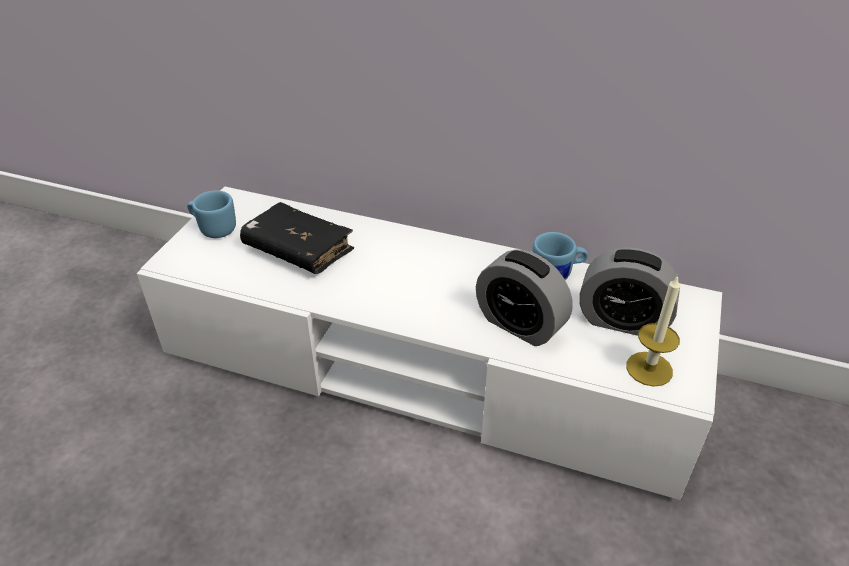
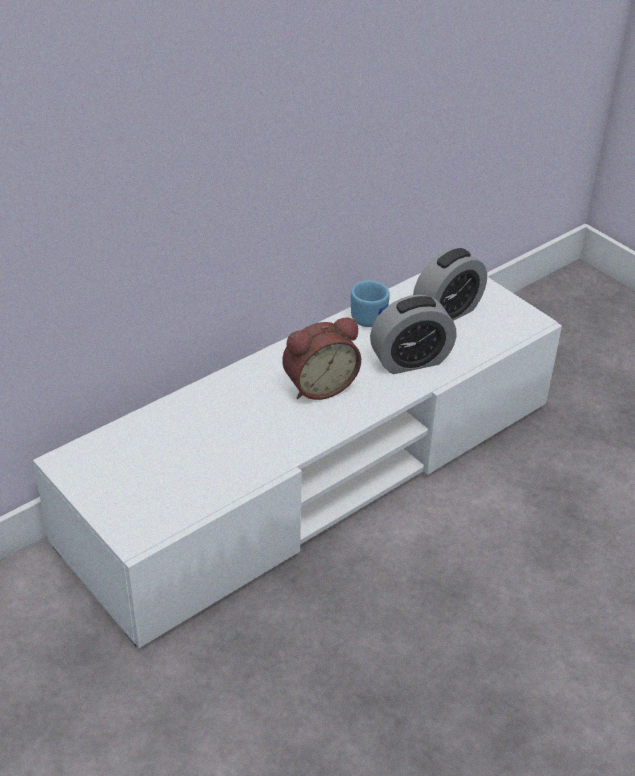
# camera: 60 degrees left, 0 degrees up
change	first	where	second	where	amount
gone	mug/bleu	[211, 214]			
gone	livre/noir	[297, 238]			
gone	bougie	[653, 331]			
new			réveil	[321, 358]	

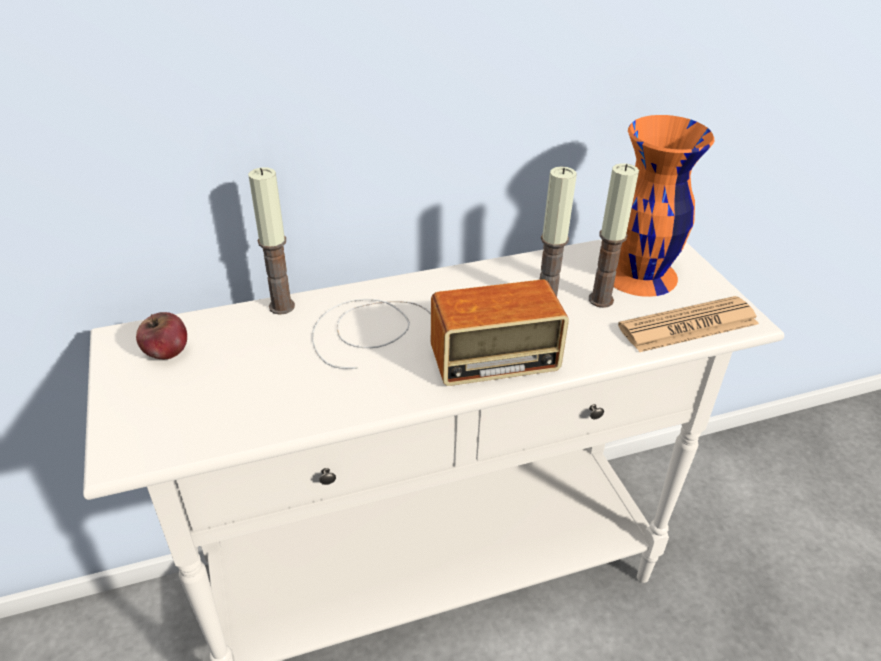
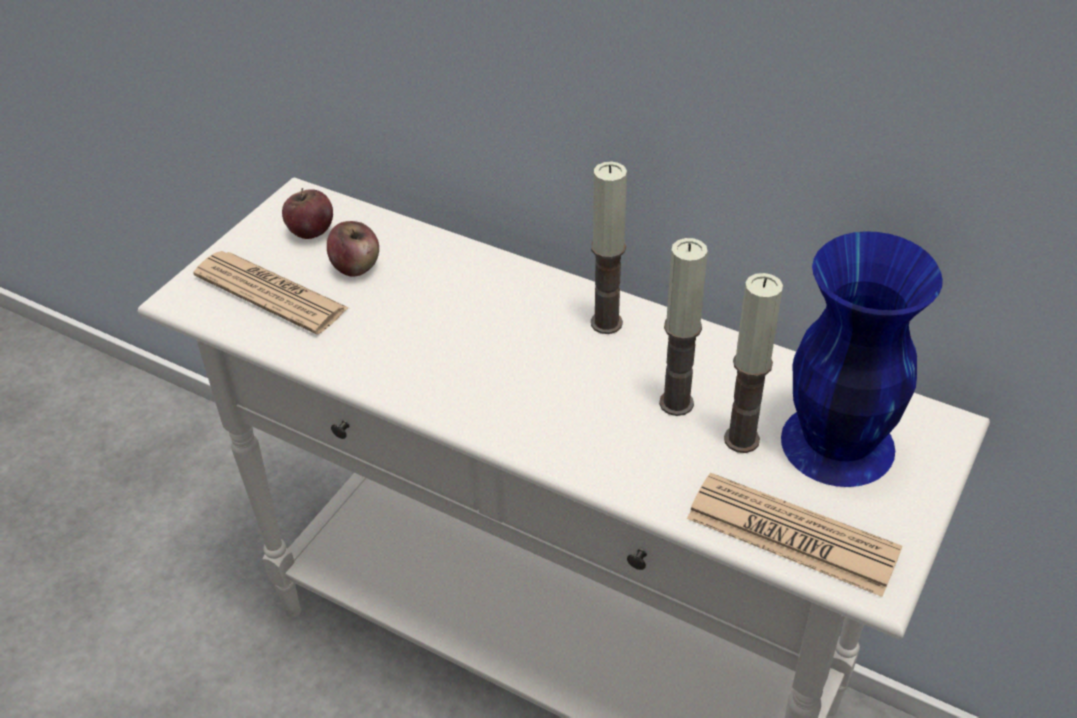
# camera: 50 degrees right, 5 degrees up
change	first	where	second	where	amount
repainted	vase/orange	[664, 206]	vase/bleu	[862, 359]	
shifted	bougie	[271, 241]		[609, 247]	
gone	radio	[440, 332]			
new			pomme	[353, 249]	
new			journal	[271, 292]	

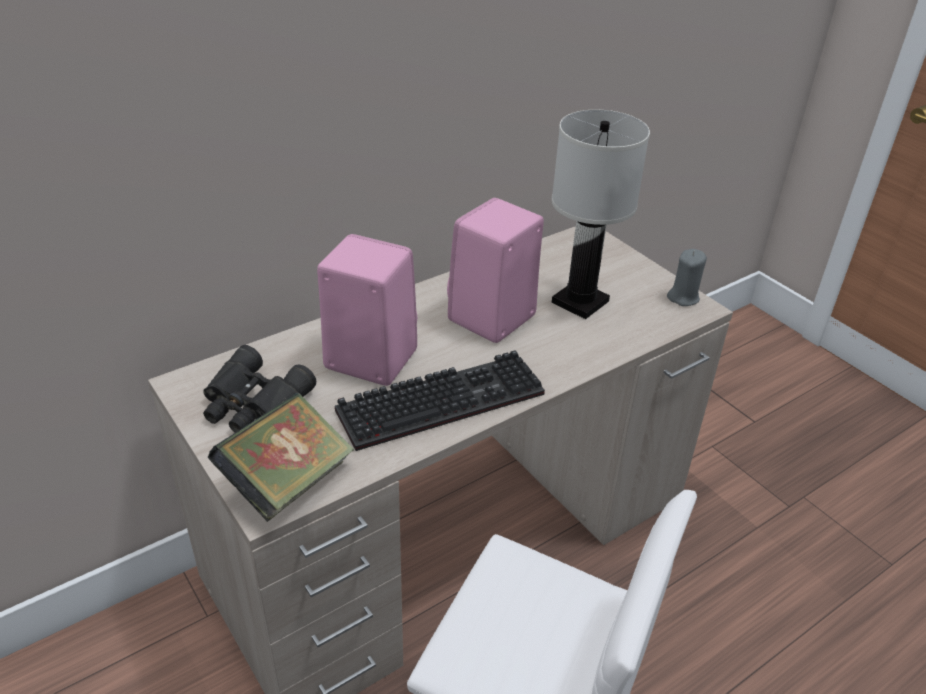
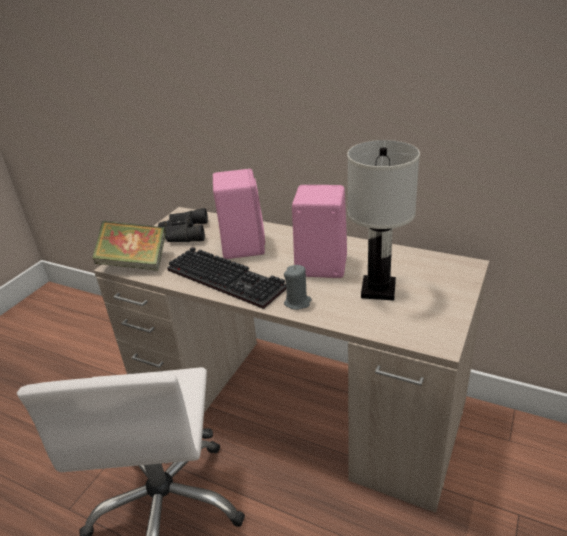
# camera: 65 degrees right, 5 degrees down
change	first	where	second	where	amount
shifted	bougie/gris	[687, 277]		[298, 287]	

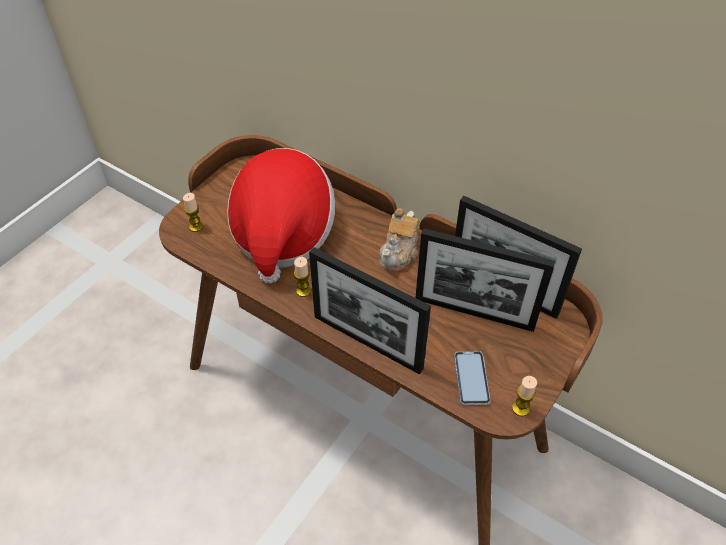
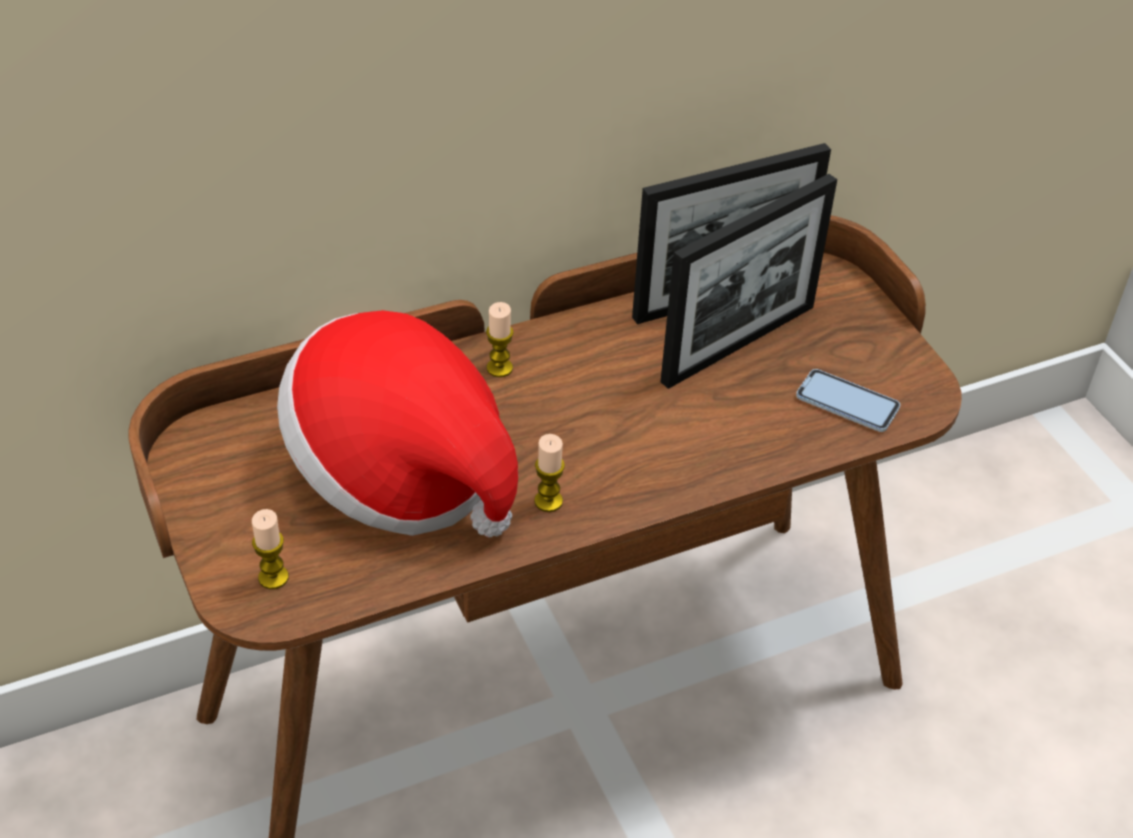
# camera: 60 degrees left, 5 degrees down
change	first	where	second	where	amount
gone	théière	[399, 240]			
gone	cadre photo	[370, 311]			
shifted	bougie	[524, 396]		[500, 339]	

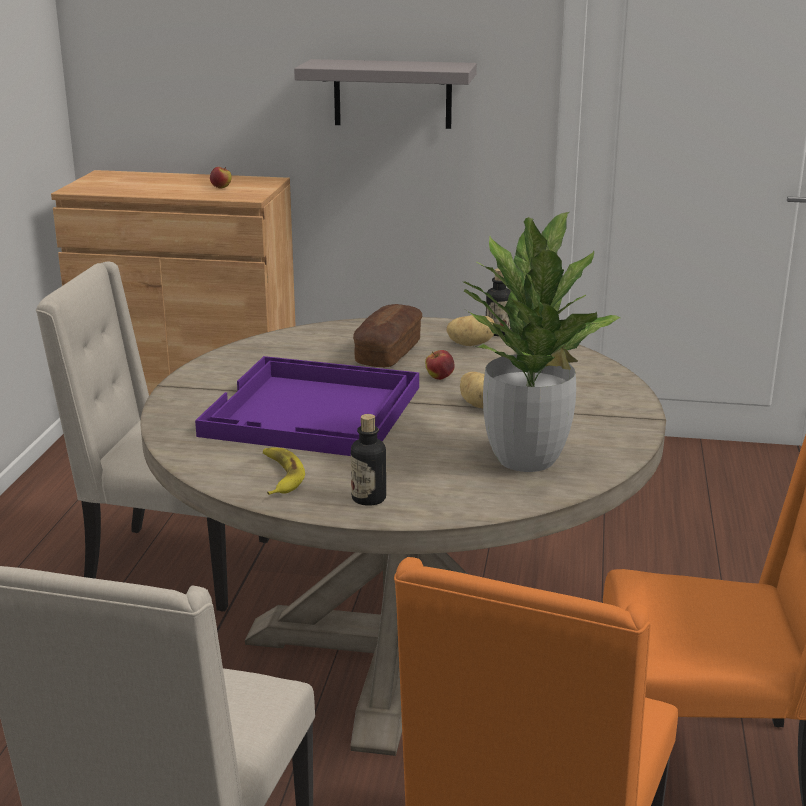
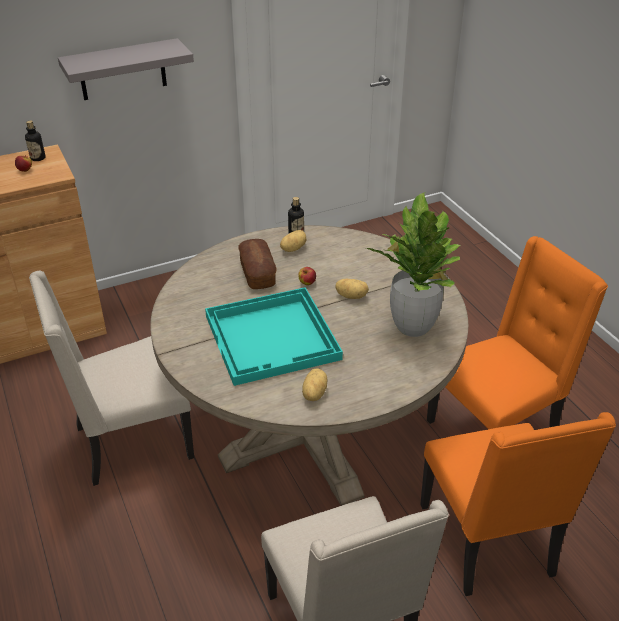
# camera: 35 degrees left, 15 degrees up
change	first	where	second	where	amount
repainted	plateau/violet	[307, 406]	plateau/turquoise	[274, 336]	
shifted	bouteille	[368, 460]		[35, 141]	
swapped	banane	[284, 471]	pomme de terre	[314, 384]	

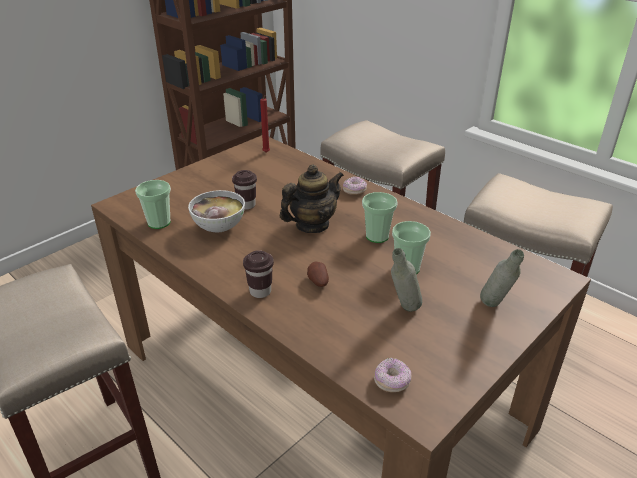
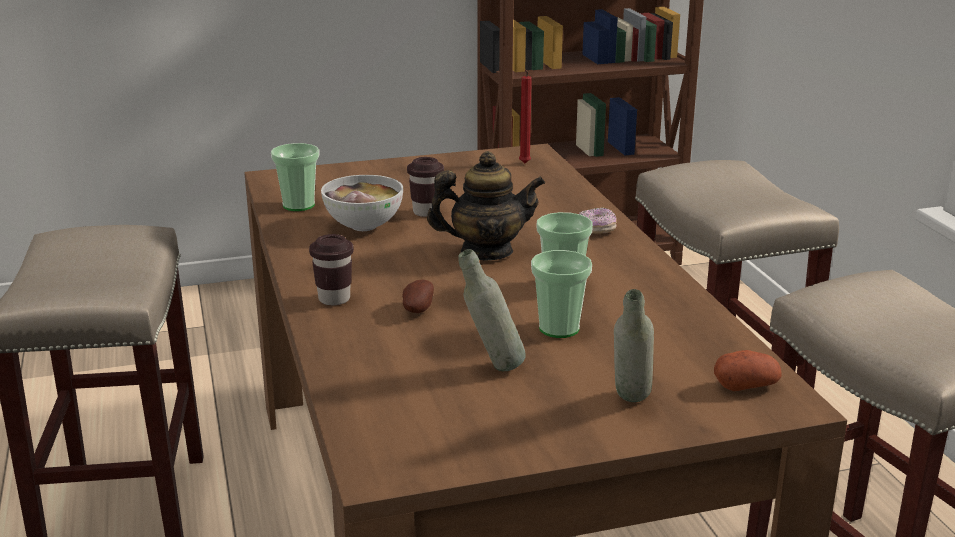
# camera: 30 degrees right, 10 degrees down
change	first	where	second	where	amount
gone	beignet	[392, 375]			
new			pomme de terre	[748, 370]	

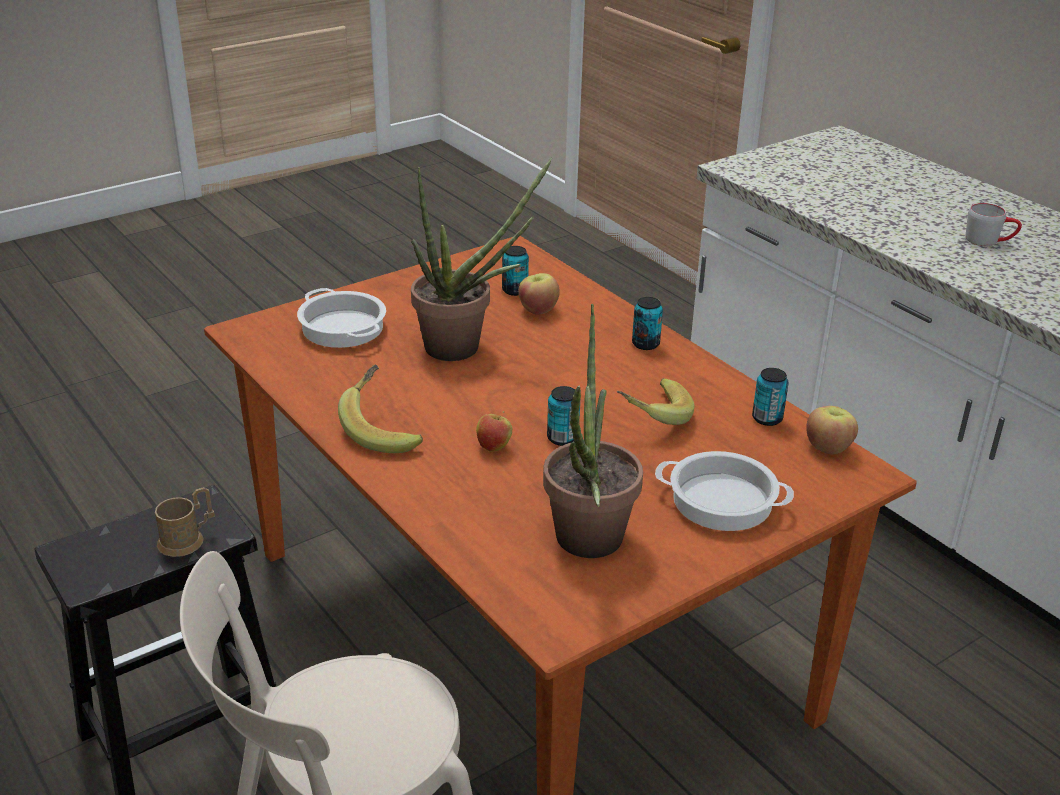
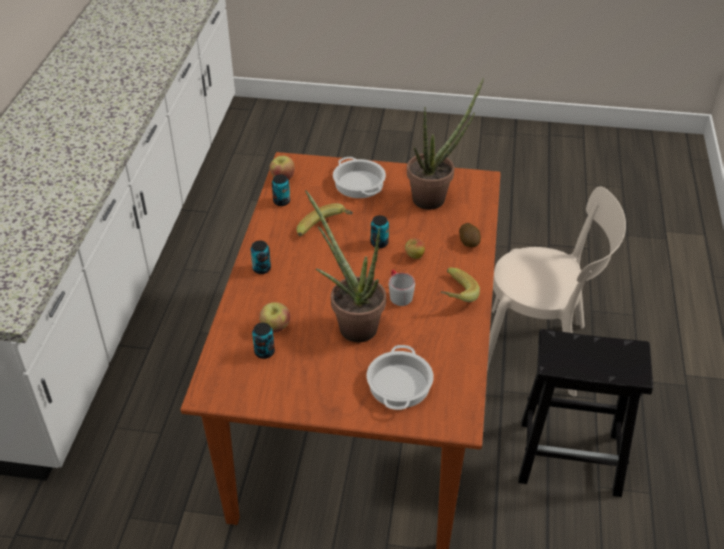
# camera: 135 degrees left, 10 degrees up
change	first	where	second	where	amount
shifted	mug/gris	[994, 224]		[402, 288]	
gone	mug/marron	[185, 522]			
new			pomme de terre	[470, 235]	

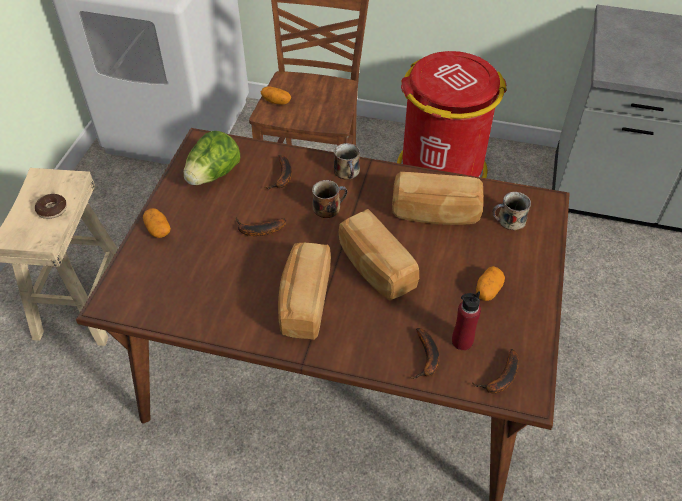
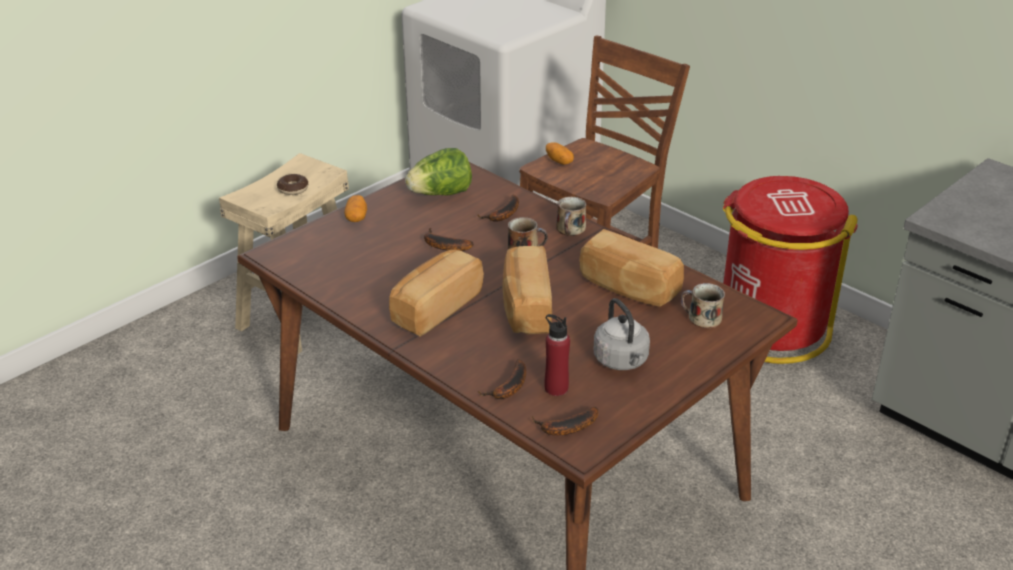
# camera: 30 degrees right, 15 degrees down
change	first	where	second	where	amount
swapped	pomme de terre	[490, 283]	bouilloire/gris	[622, 334]	

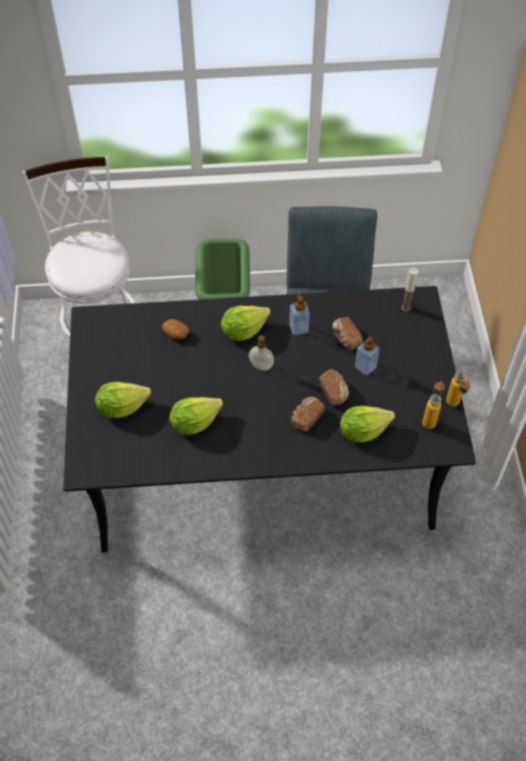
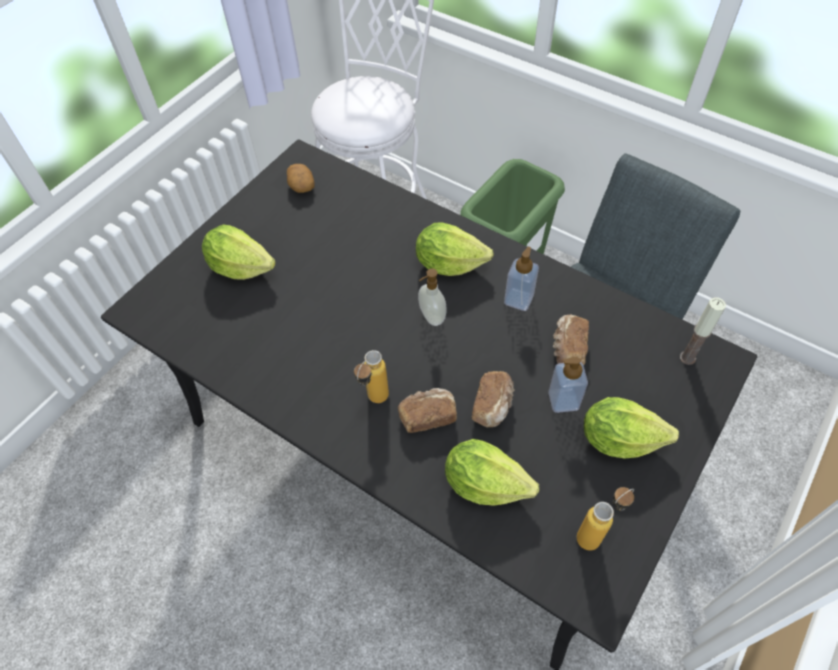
# camera: 40 degrees right, 0 degrees up
change	first	where	second	where	amount
shifted	pomme de terre	[175, 329]		[301, 178]	
shifted	bouteille	[458, 389]		[371, 376]	
shifted	laitue	[196, 416]		[631, 428]	

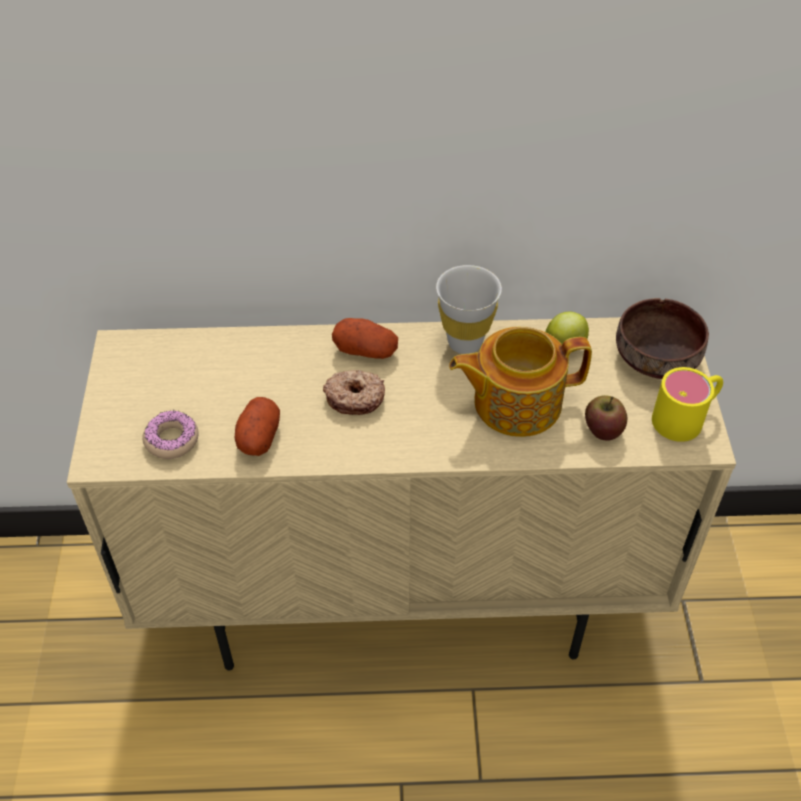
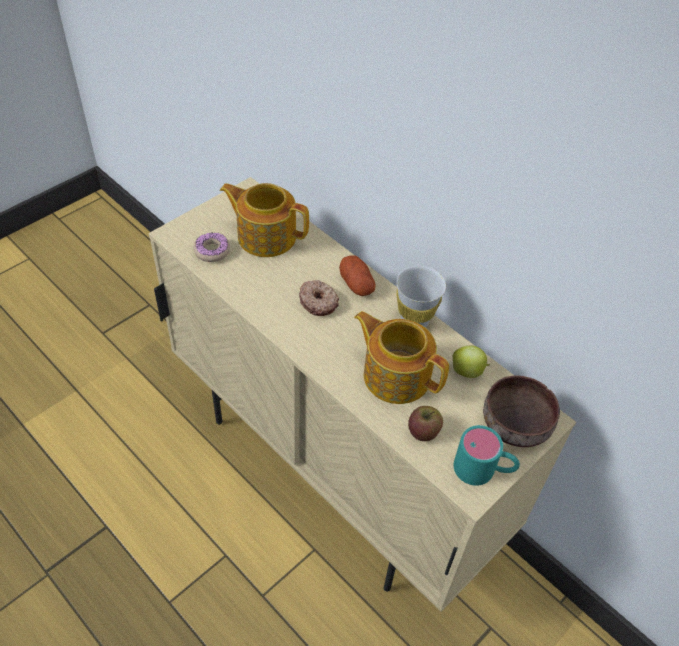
# camera: 45 degrees right, 0 degrees up
change	first	where	second	where	amount
repainted	mug/jaune	[687, 404]	mug/turquoise	[487, 455]	
gone	pomme de terre	[257, 426]			
new			théière	[264, 220]	

